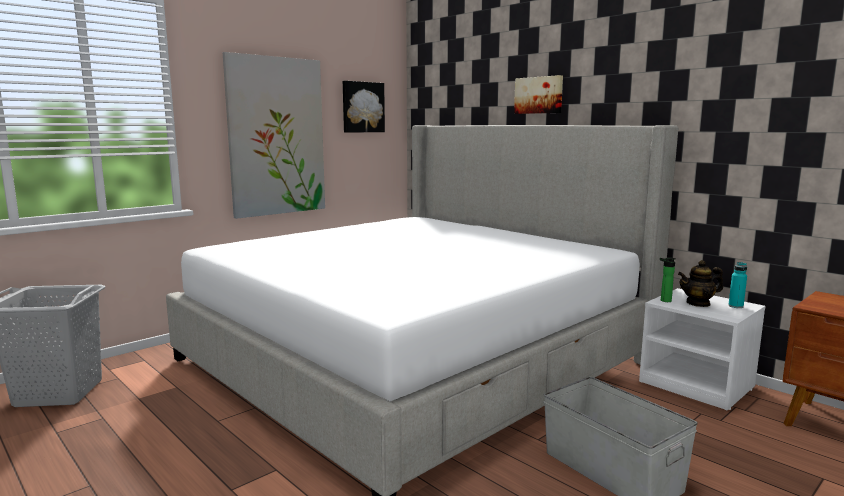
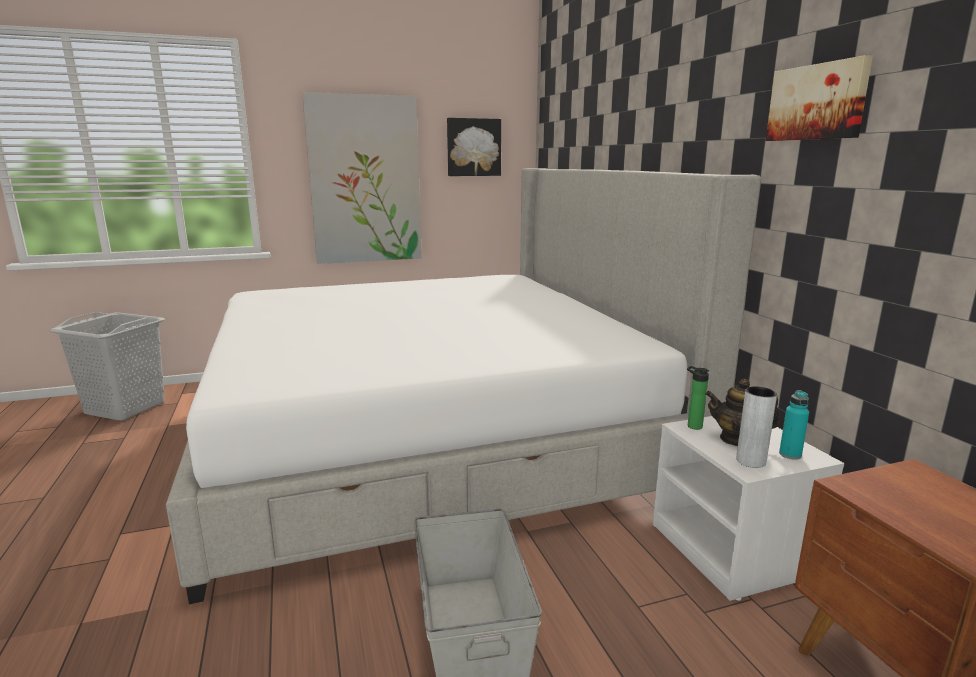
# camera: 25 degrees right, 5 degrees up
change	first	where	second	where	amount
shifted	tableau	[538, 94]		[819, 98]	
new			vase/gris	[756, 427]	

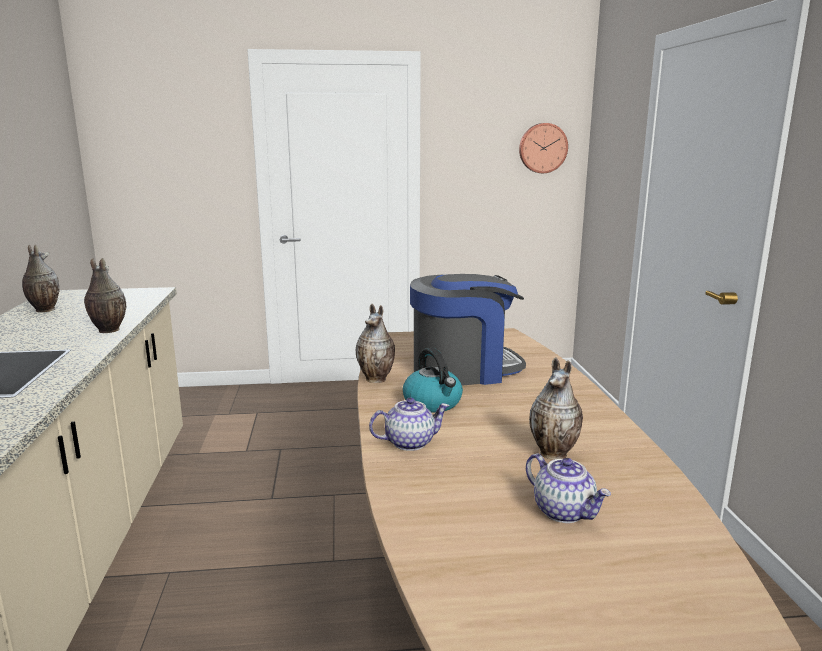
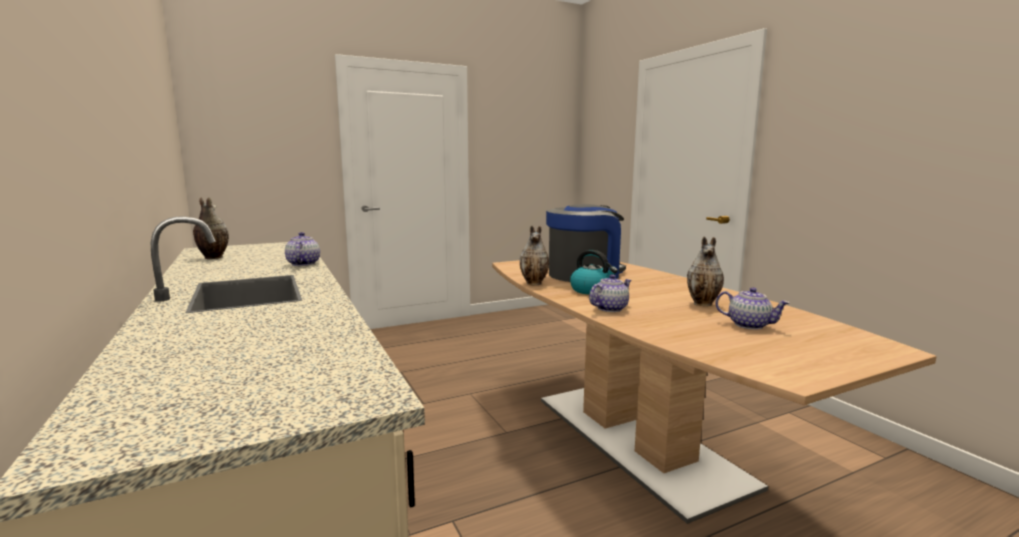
# camera: 20 degrees left, 5 degrees down
change	first	where	second	where	amount
gone	horloge murale	[543, 148]			
swapped	vase	[105, 295]	théière	[302, 249]	

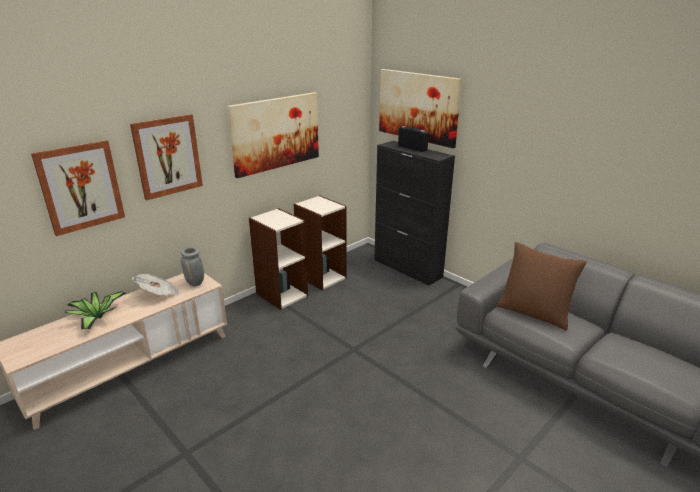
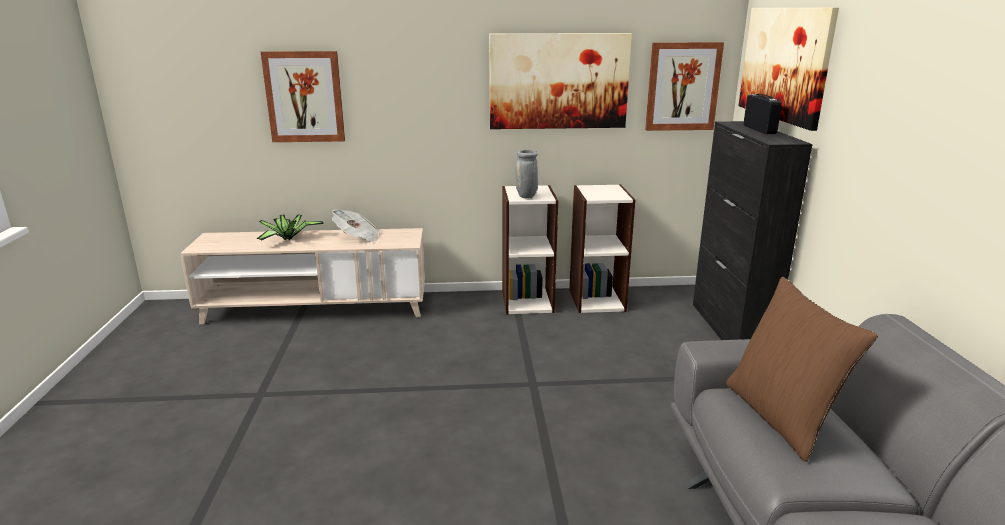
# camera: 40 degrees right, 5 degrees down
change	first	where	second	where	amount
shifted	tableau	[166, 157]		[684, 86]	
shifted	vase/gris	[192, 266]		[526, 174]	

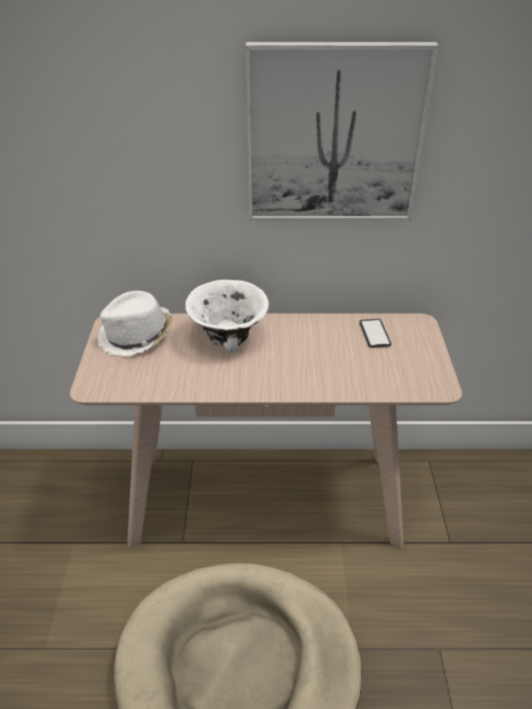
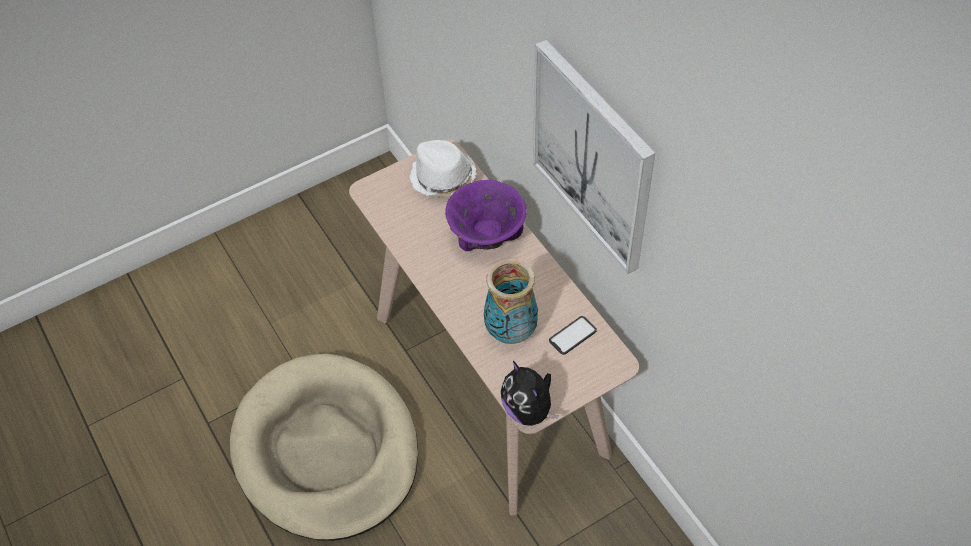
# camera: 60 degrees right, 15 degrees up
change	first	where	second	where	amount
repainted	bol/blanc	[227, 316]	bol/violet	[486, 215]	
new			vase	[511, 301]	
new			peluche	[529, 393]	

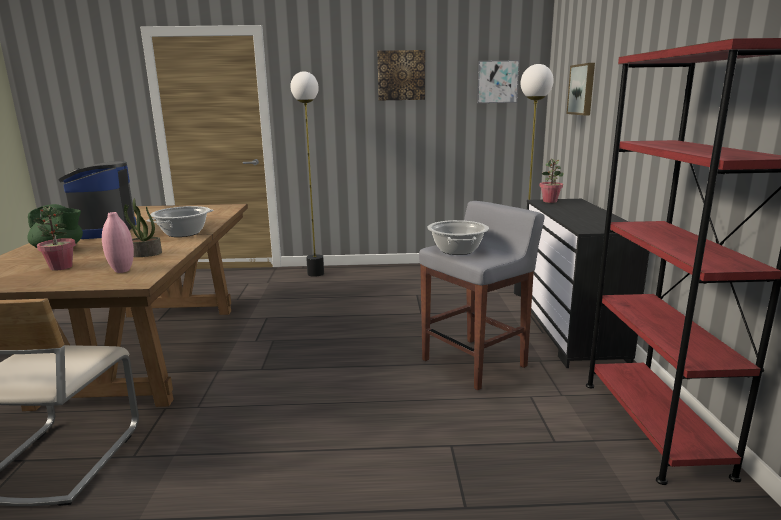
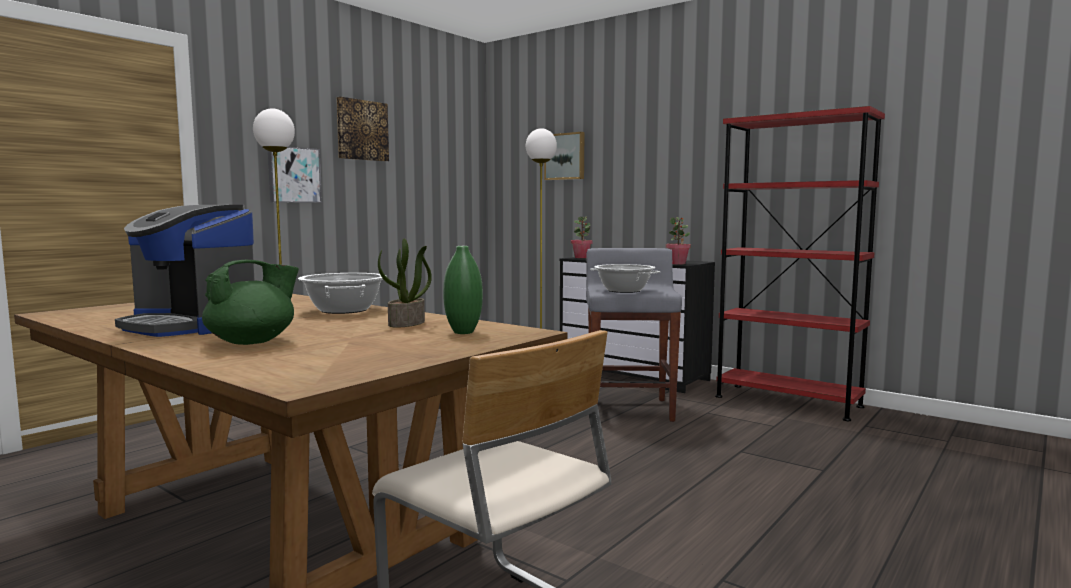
# camera: 50 degrees left, 10 degrees down
change	first	where	second	where	amount
shifted	tableau	[498, 81]		[295, 175]	
shifted	plante en pot	[54, 238]		[678, 241]	
repainted	vase/rose	[118, 242]	vase/vert	[463, 290]	

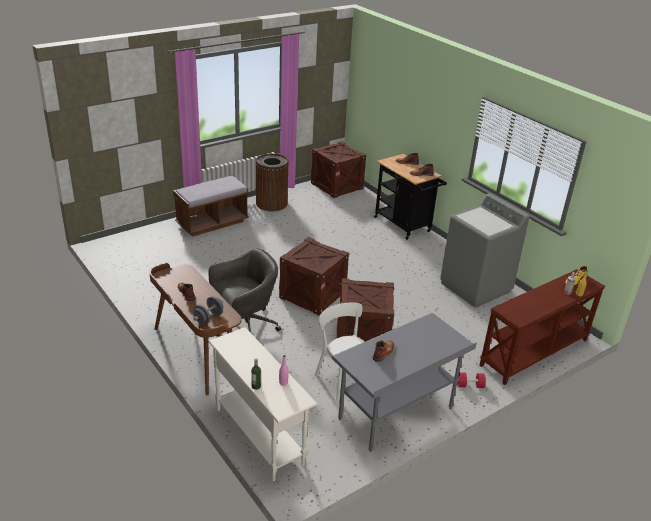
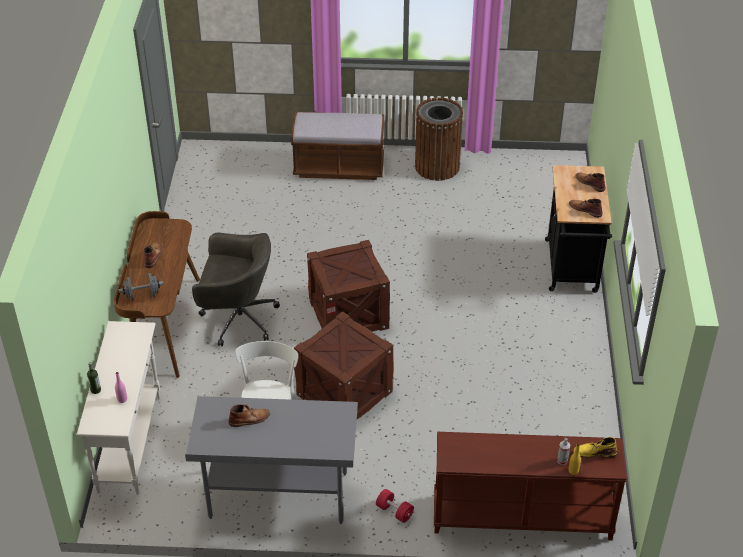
# camera: 40 degrees right, 10 degrees up
change	first	where	second	where	amount
gone	caisse	[338, 169]			
gone	lave-linge/gris	[485, 250]			

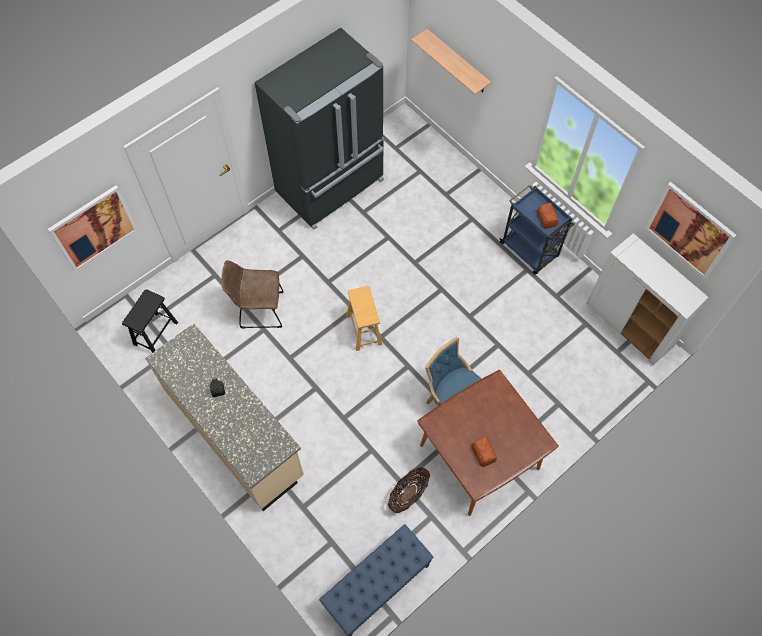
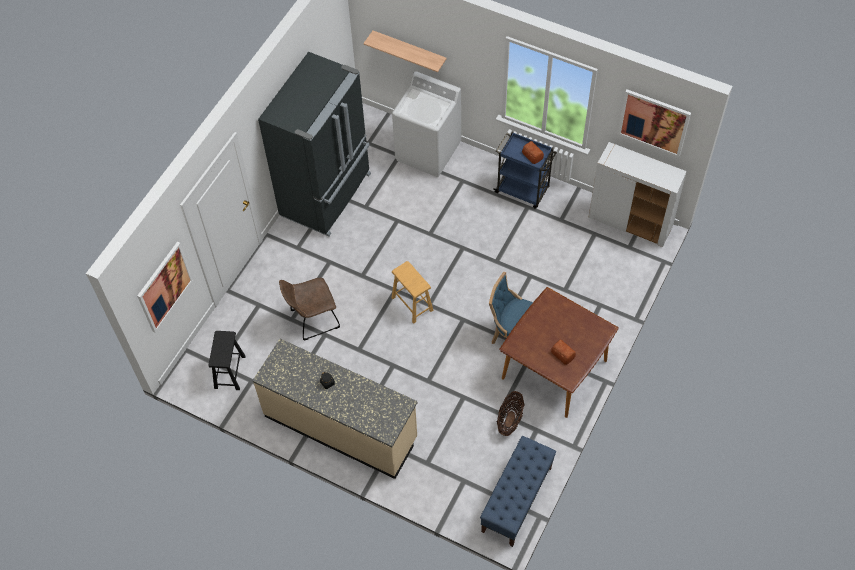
# camera: 20 degrees left, 5 degrees down
change	first	where	second	where	amount
new			lave-linge/blanc	[426, 124]	

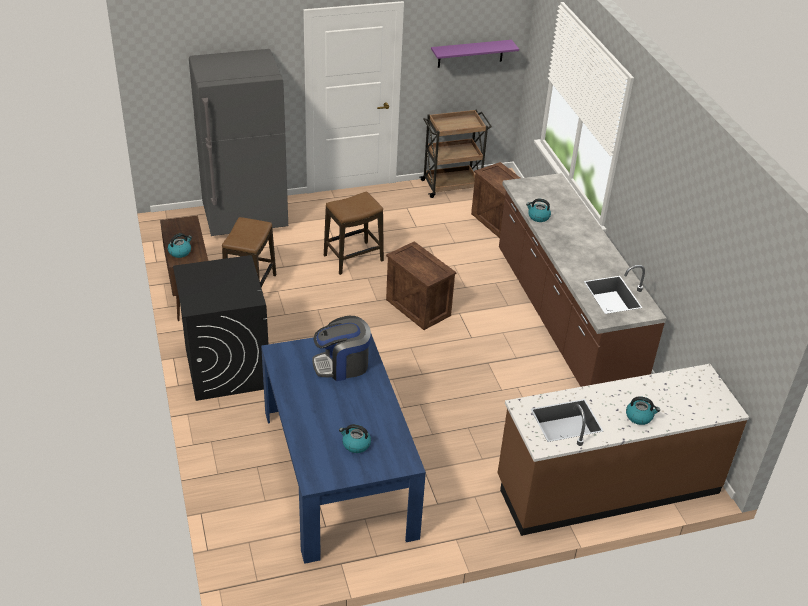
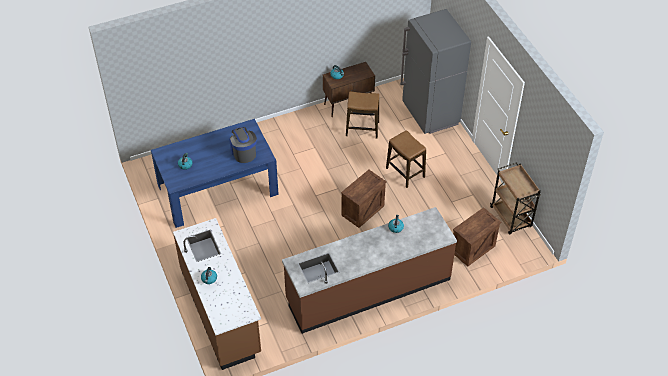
# camera: 85 degrees right, 10 degrees up
change	first	where	second	where	amount
gone	étagère/violet	[475, 54]			
gone	lave-linge/noir	[220, 328]			

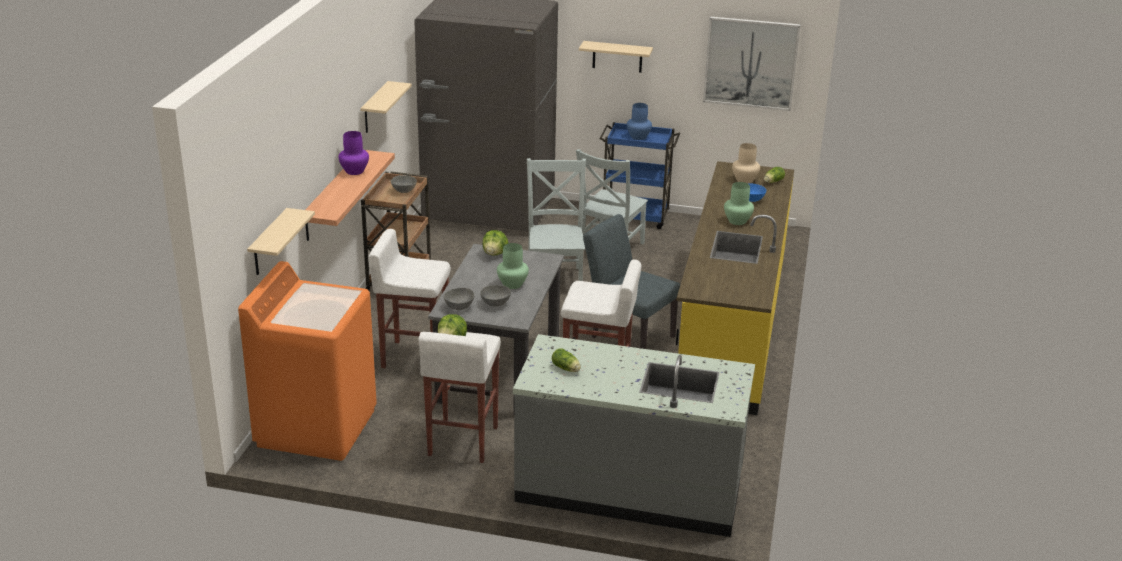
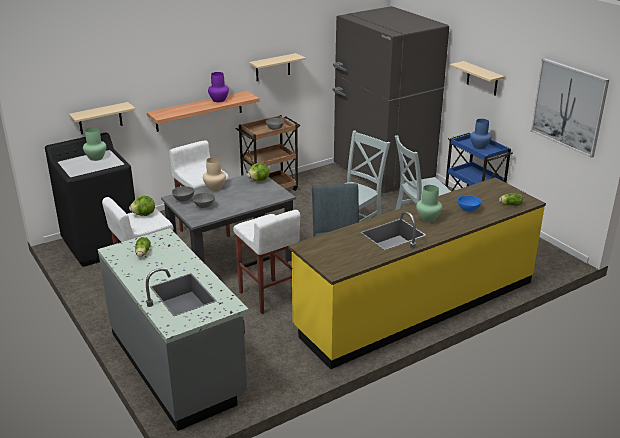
# camera: 45 degrees right, 0 degrees up
change	first	where	second	where	amount
shifted	vase/beige	[746, 163]		[214, 174]	
shifted	vase/vert	[513, 266]		[94, 144]	
repainted	lave-linge/orange	[307, 361]	lave-linge/noir	[90, 200]	

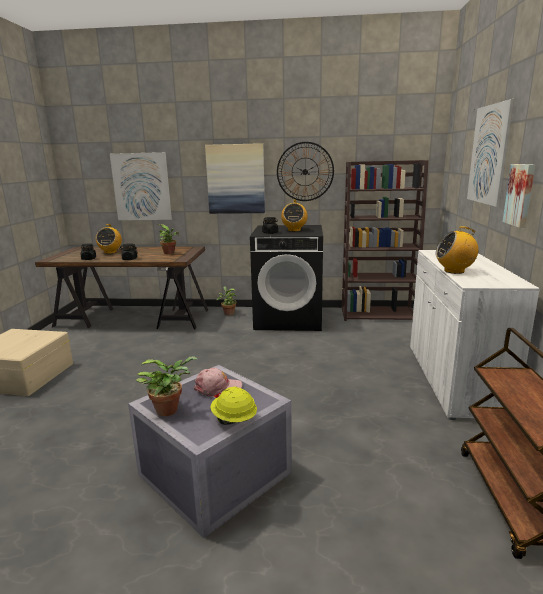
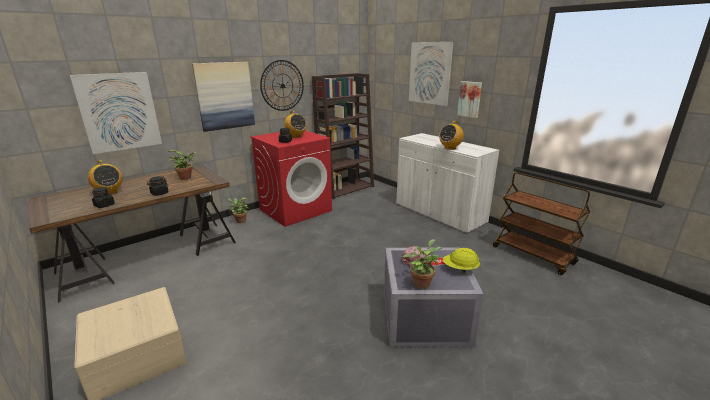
# camera: 45 degrees left, 5 degrees up
change	first	where	second	where	amount
repainted	lave-linge/noir	[286, 278]	lave-linge/rouge	[291, 178]	

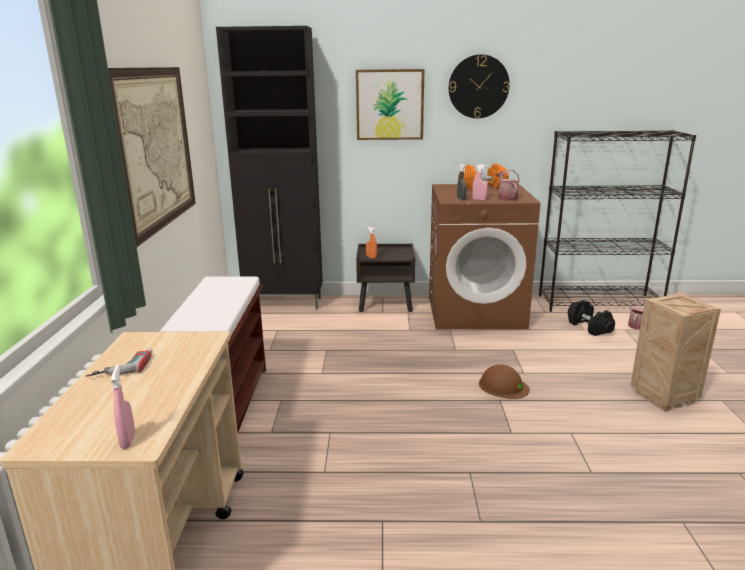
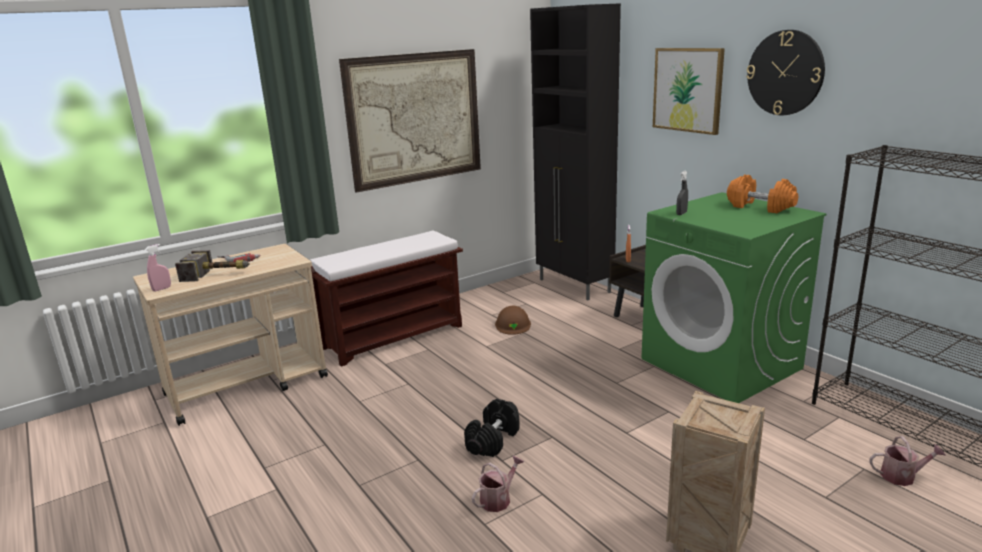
# camera: 55 degrees right, 0 degrees up
change	first	where	second	where	amount
gone	vaporisateur/rose	[480, 182]			
shifted	arrosoir	[508, 185]		[498, 484]	
repainted	lave-linge/marron	[484, 256]	lave-linge/vert	[734, 297]	
shifted	haltère/noir	[591, 318]		[492, 428]	
shifted	casque de chantier/marron	[504, 381]		[513, 320]	
new			marteau	[212, 266]	

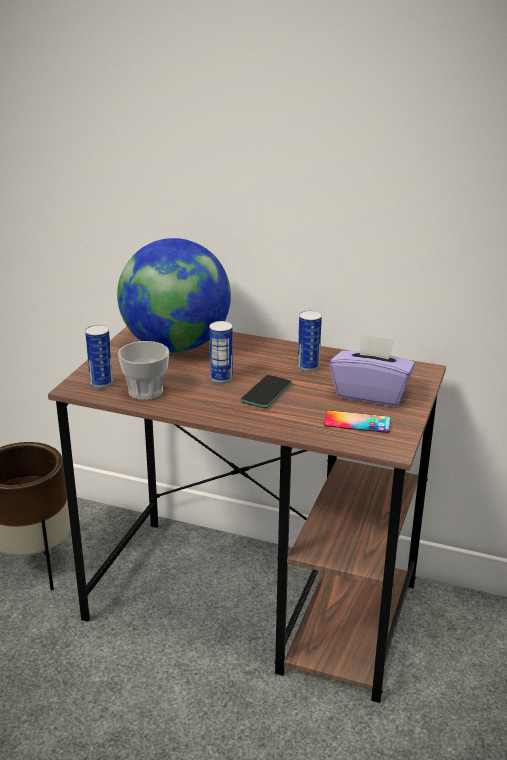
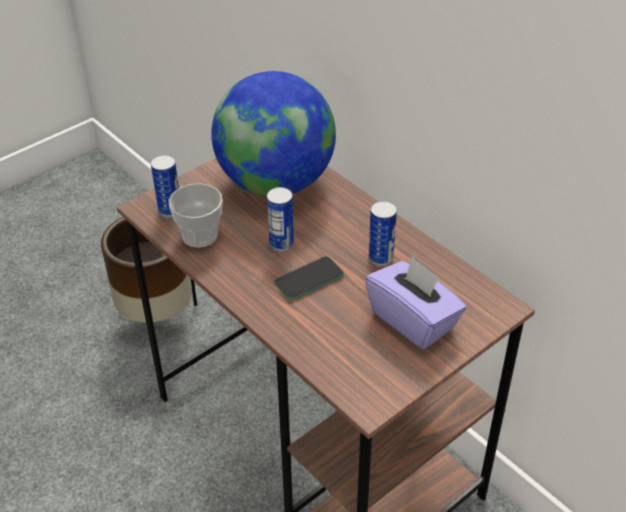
# camera: 30 degrees right, 15 degrees up
change	first	where	second	where	amount
gone	téléphone	[357, 421]			

